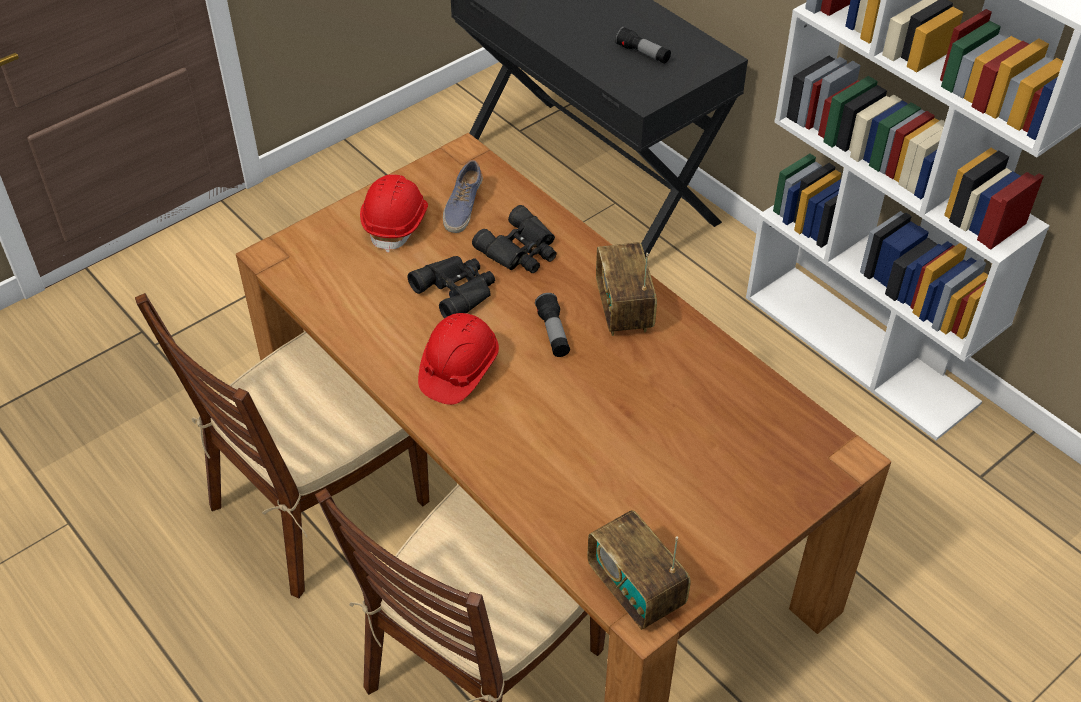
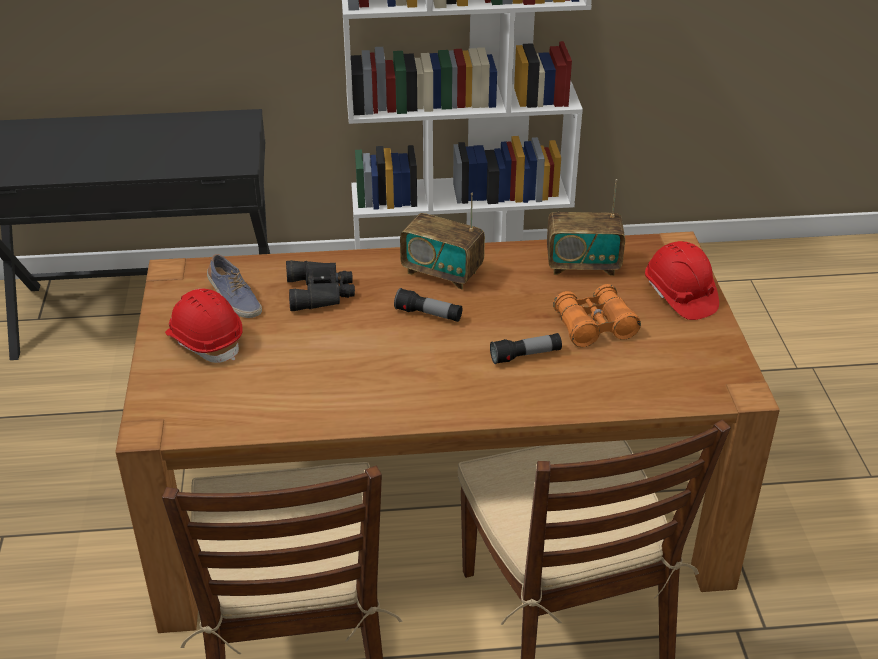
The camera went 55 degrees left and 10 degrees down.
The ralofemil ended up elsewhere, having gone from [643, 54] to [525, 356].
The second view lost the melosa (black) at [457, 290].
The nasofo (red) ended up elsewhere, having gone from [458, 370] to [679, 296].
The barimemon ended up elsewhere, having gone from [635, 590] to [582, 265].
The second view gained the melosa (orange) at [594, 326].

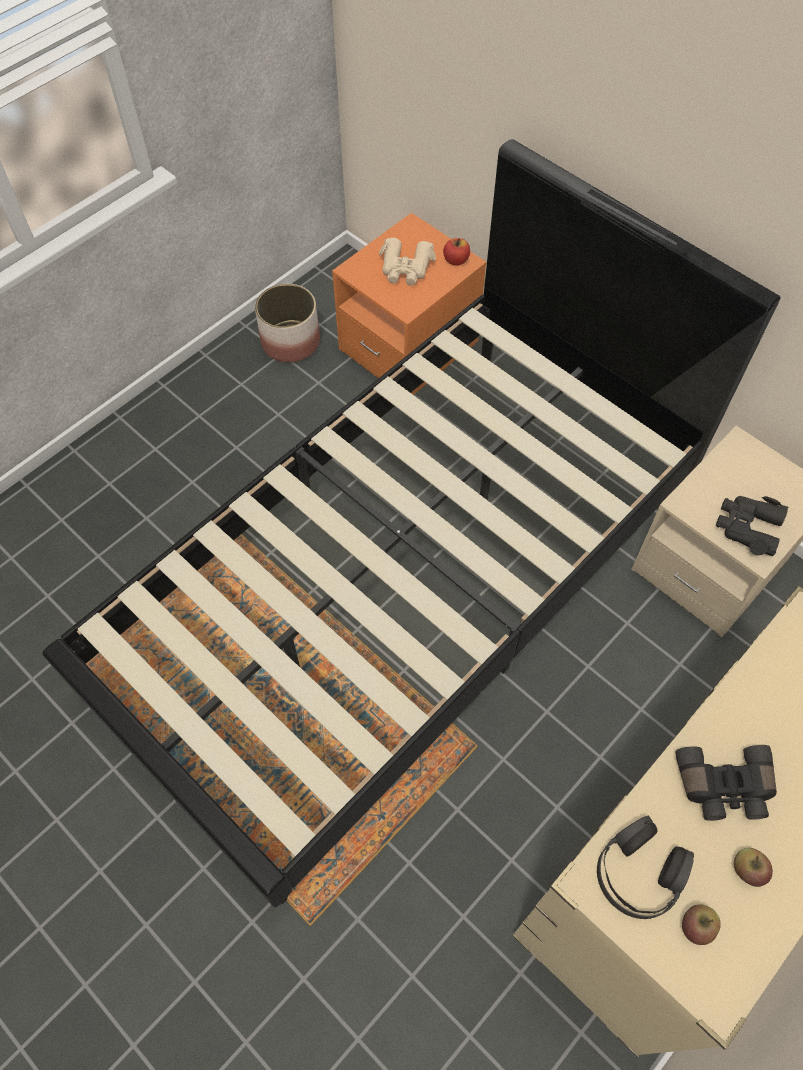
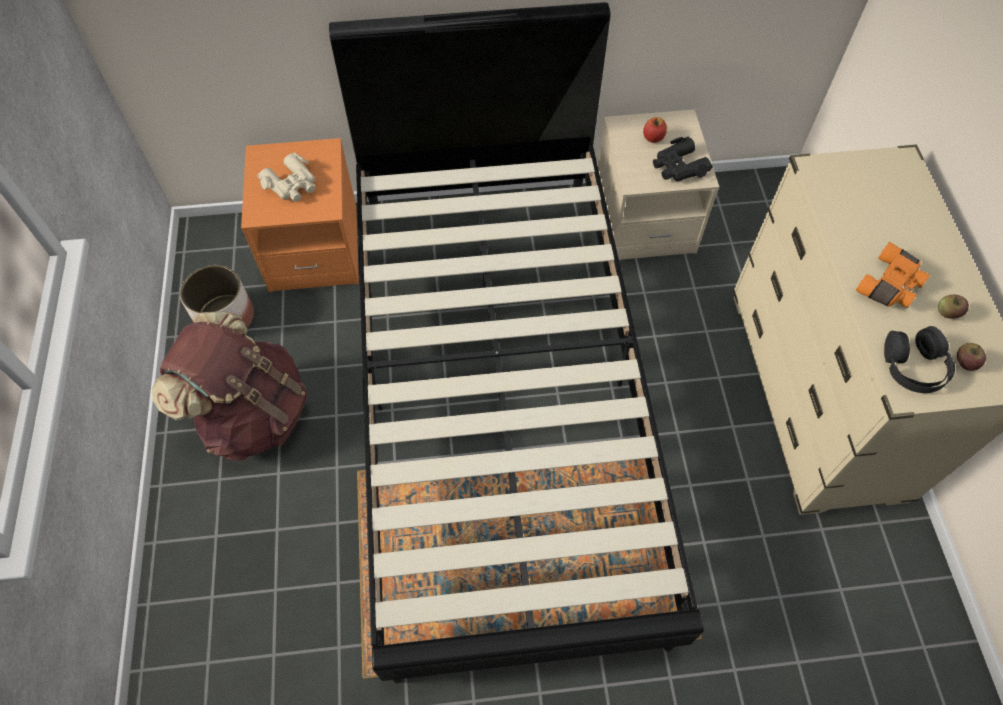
The camera went 50 degrees left and 0 degrees up.
The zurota ended up elsewhere, having gone from [456, 260] to [653, 138].
What was the melosa (black) at [724, 788] turned into the melosa (orange) at [890, 286].
The second view gained the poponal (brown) at [253, 414].

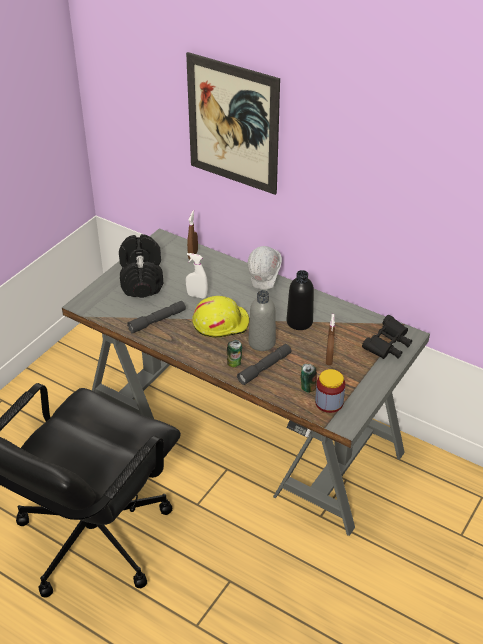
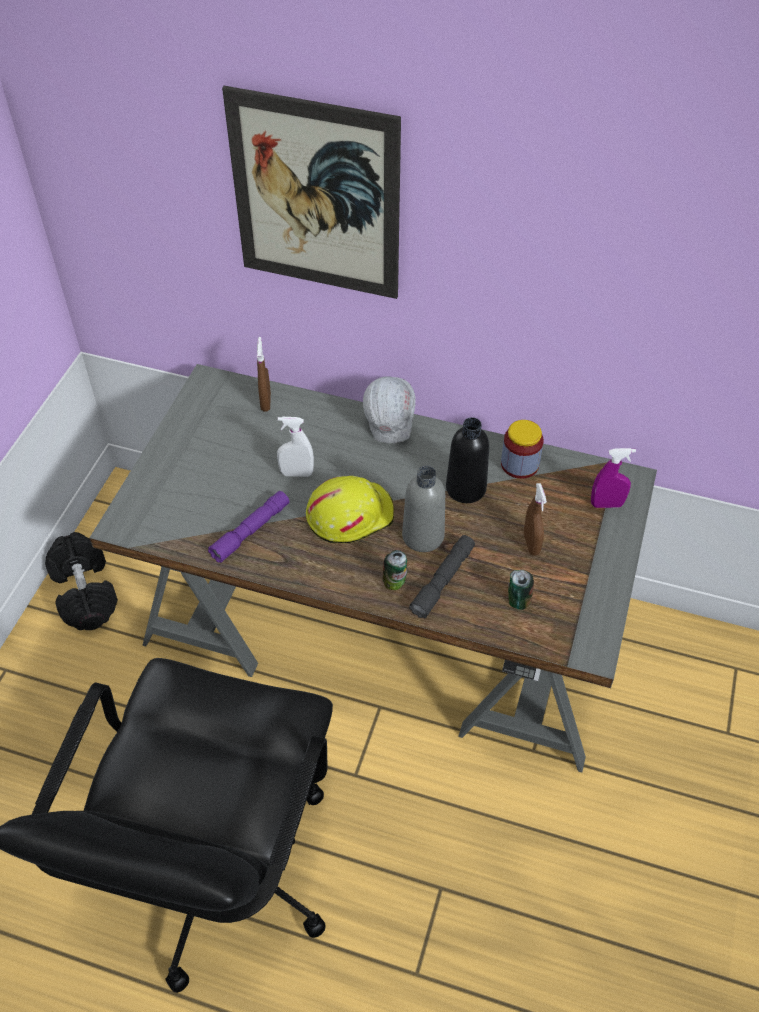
The camera went 15 degrees left and 10 degrees up.
The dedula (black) ended up elsewhere, having gone from [142, 278] to [86, 593].
What was the ralofemil (grey) at [157, 321] turned into the ralofemil (purple) at [250, 531].
Where the melosa (black) stood at [387, 346], the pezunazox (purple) came to stand at [606, 504].
The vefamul ended up elsewhere, having gone from [329, 402] to [519, 464].

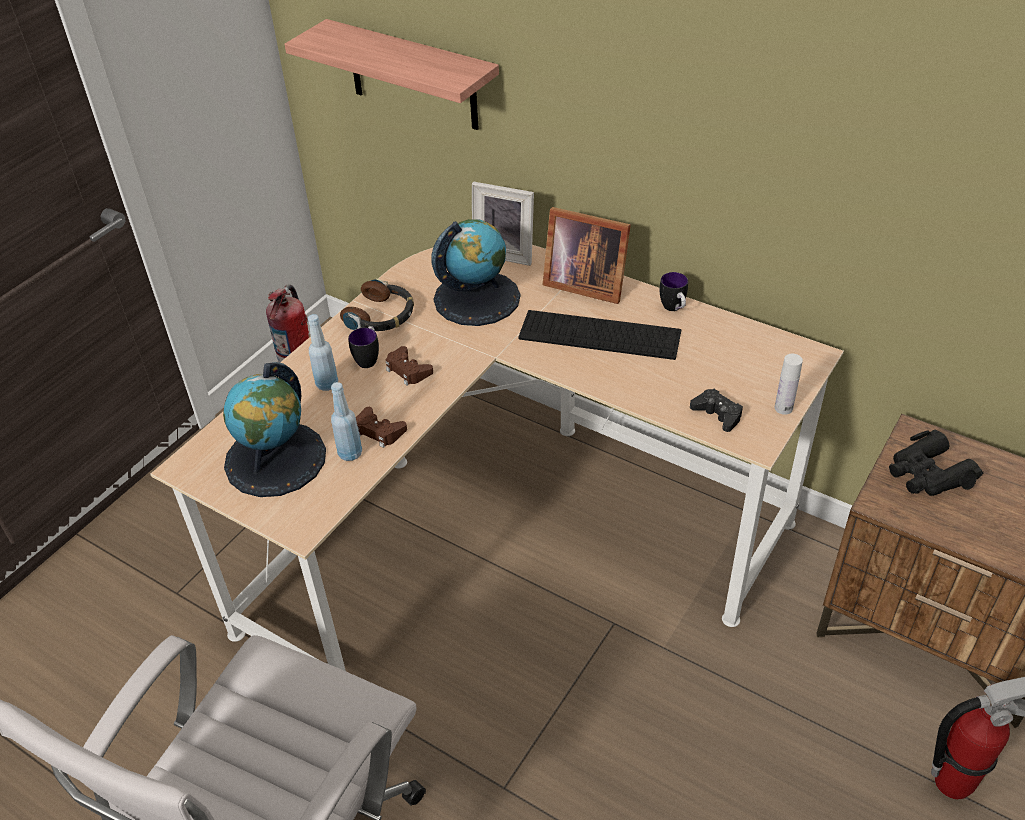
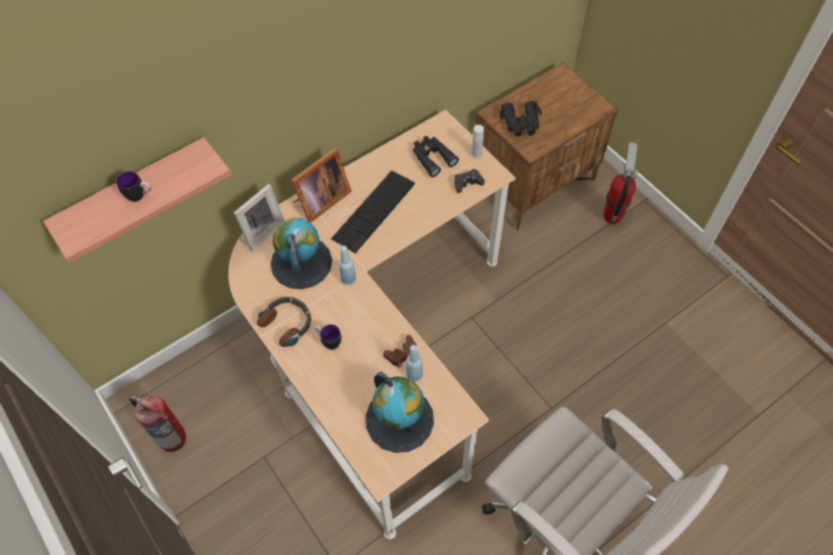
The camera went 70 degrees left and 15 degrees up.
The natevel ended up elsewhere, having gone from [674, 309] to [140, 196].
The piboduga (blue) ended up elsewhere, having gone from [327, 384] to [348, 279].
The second view lost the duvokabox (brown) at [408, 370].
The second view gained the melosa (black) at [432, 158].

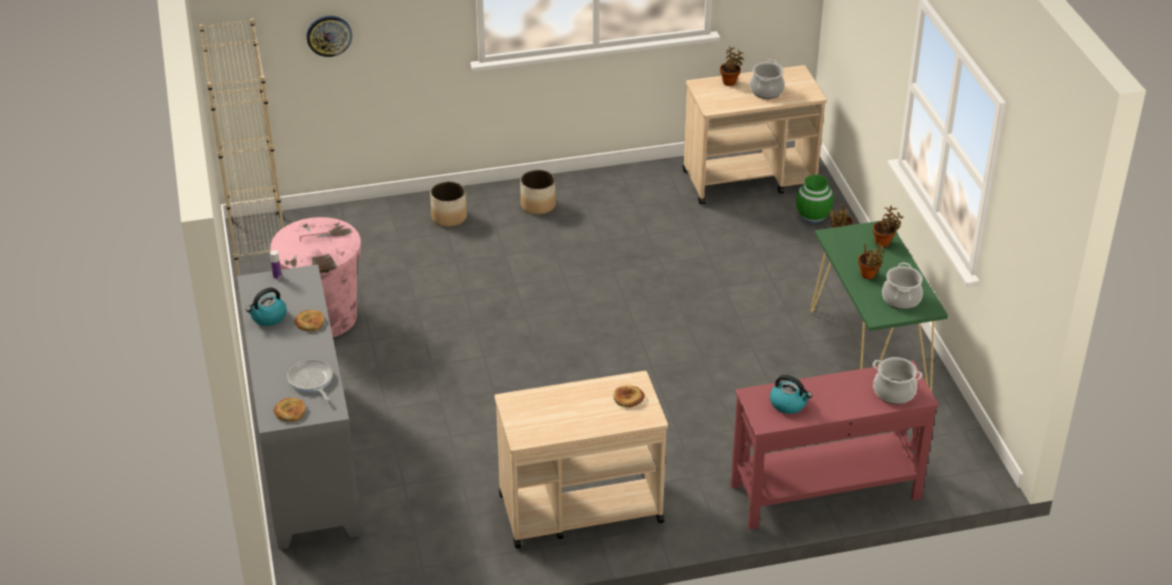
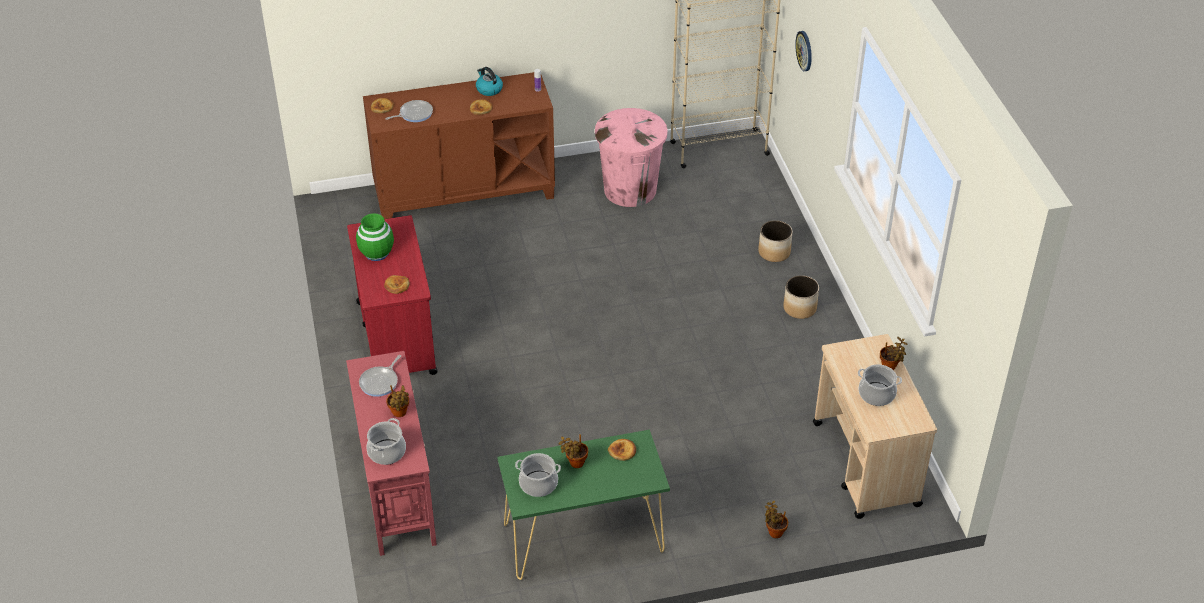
The camera went 90 degrees right and 5 degrees up.
The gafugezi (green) ended up elsewhere, having gone from [813, 216] to [376, 253].
The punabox ended up elsewhere, having gone from [884, 242] to [399, 413].
What was the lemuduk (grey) at [304, 460] turned into the lemuduk (brown) at [464, 192].
What was the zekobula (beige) at [579, 508] turned into the zekobula (red) at [396, 337].
Where the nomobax stood at [789, 404], the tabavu came to stand at [380, 382].
The second view gained the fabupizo at [622, 451].

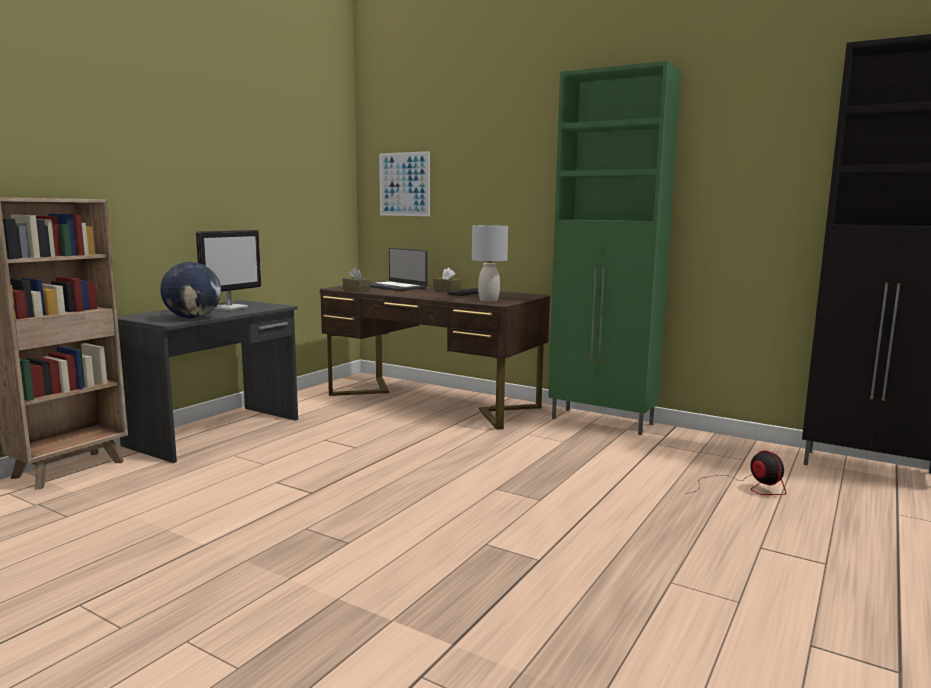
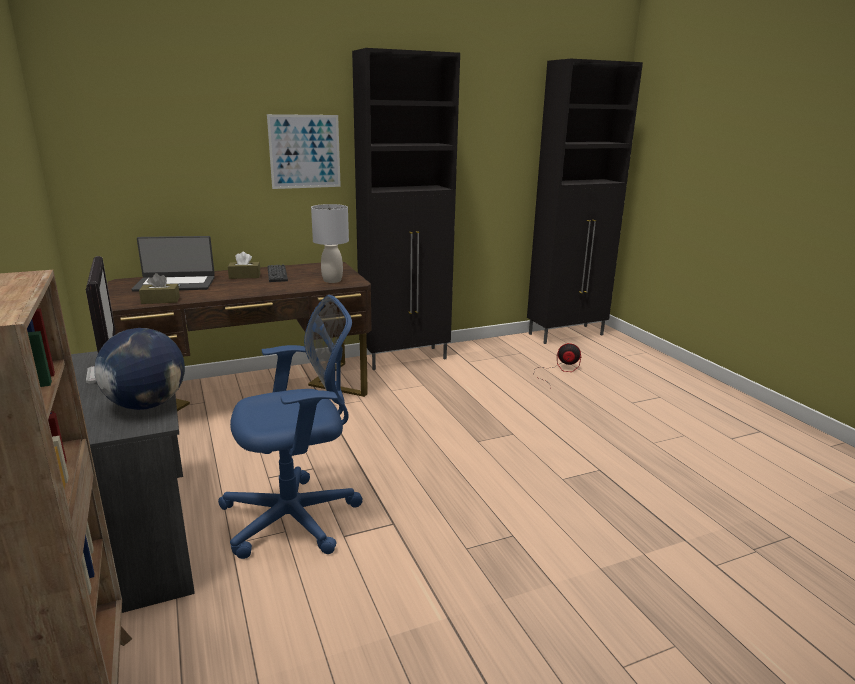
The camera went 55 degrees left and 10 degrees up.
What was the lemuduk (green) at [603, 422] turned into the lemuduk (black) at [406, 358].
The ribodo ended up elsewhere, having gone from [404, 184] to [305, 151].
The second view gained the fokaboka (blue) at [297, 517].

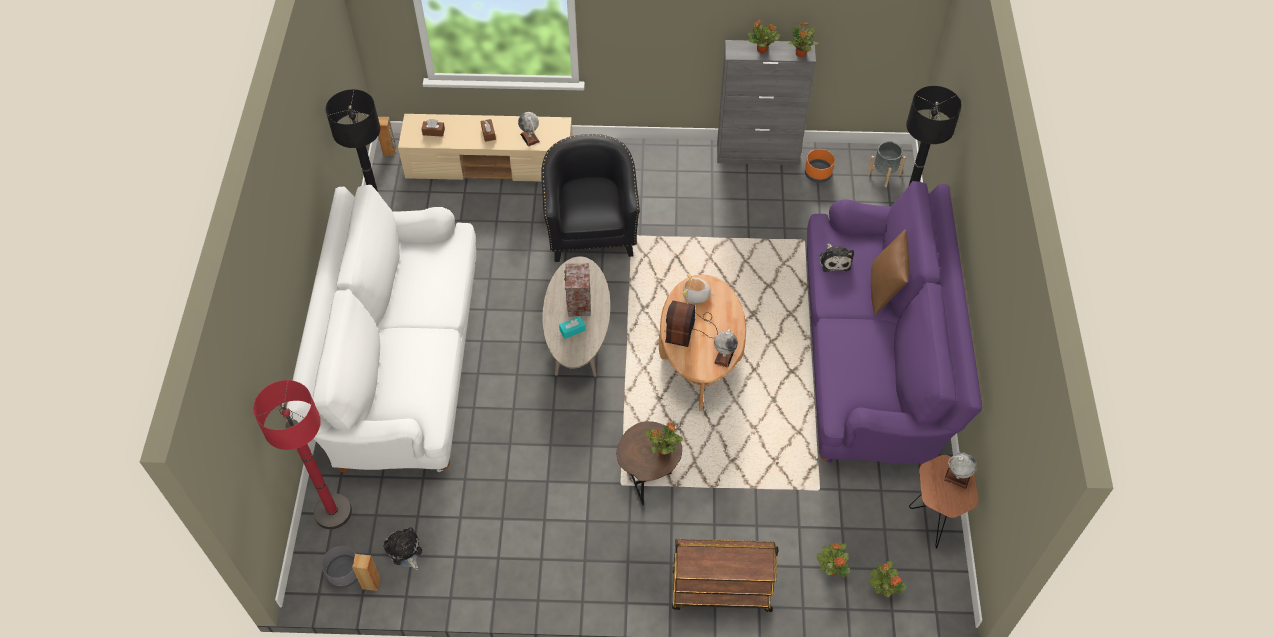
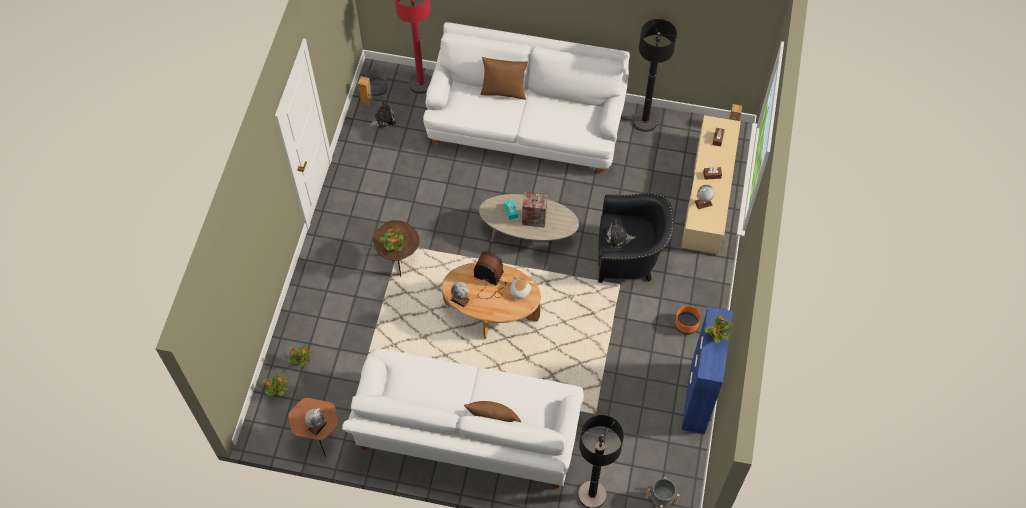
The camera went 100 degrees right and 5 degrees up.
The second view lost the punabox at [800, 54].
What was the lemuduk (grey) at [758, 154] turned into the lemuduk (blue) at [697, 398].
The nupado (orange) ended up elsewhere, having gone from [818, 174] to [686, 325].
What was the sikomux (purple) at [872, 358] turned into the sikomux (white) at [467, 436].
The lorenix ended up elsewhere, having gone from [834, 260] to [618, 238].
The second view lost the zekobula (brown) at [720, 592].
The second view gained the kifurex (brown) at [504, 91].

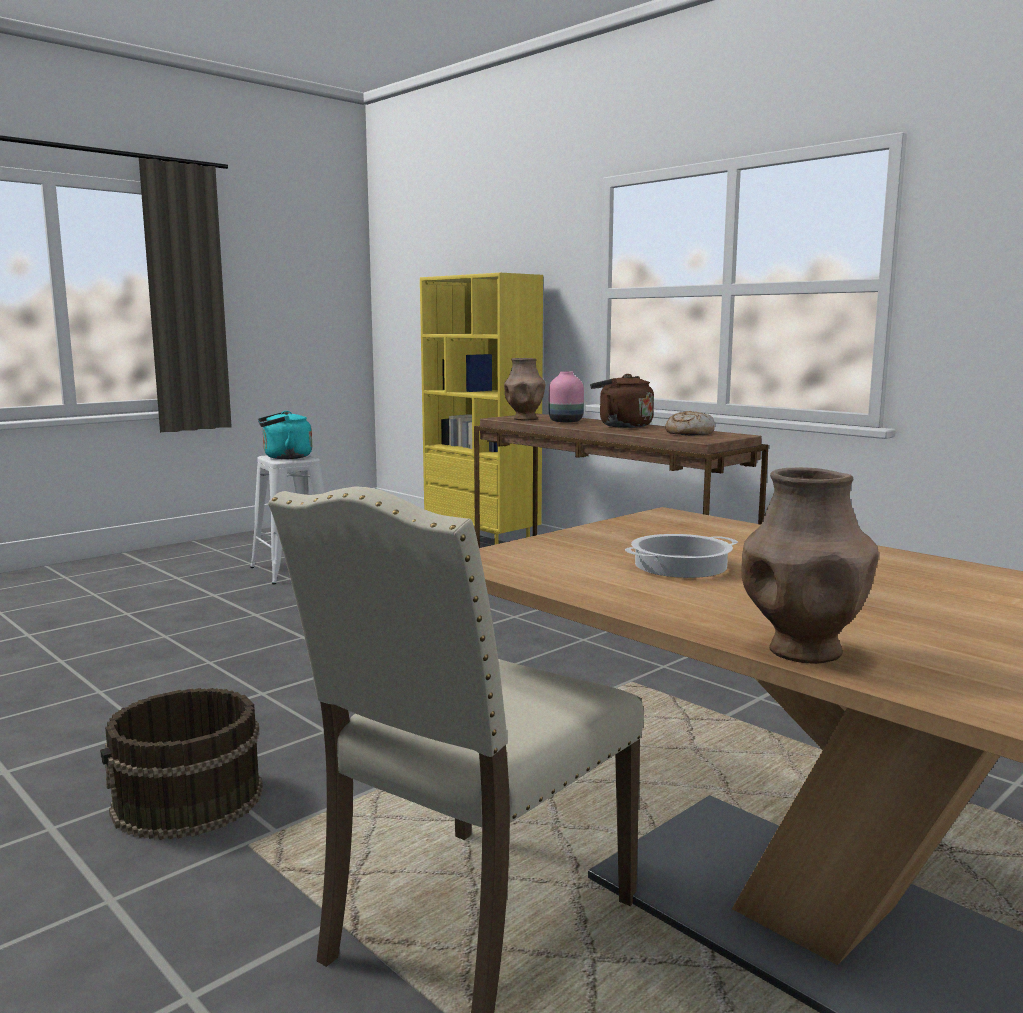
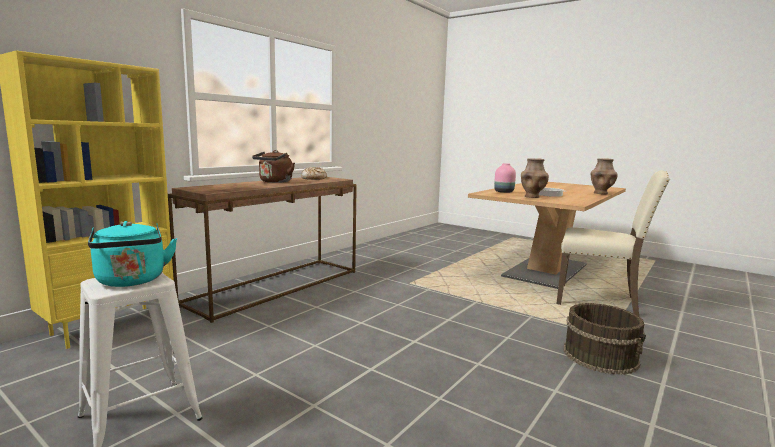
The camera went 100 degrees left and 0 degrees up.
The gafugezi (brown) ended up elsewhere, having gone from [524, 419] to [532, 197].
The gafugezi (pink) ended up elsewhere, having gone from [566, 421] to [503, 192].

